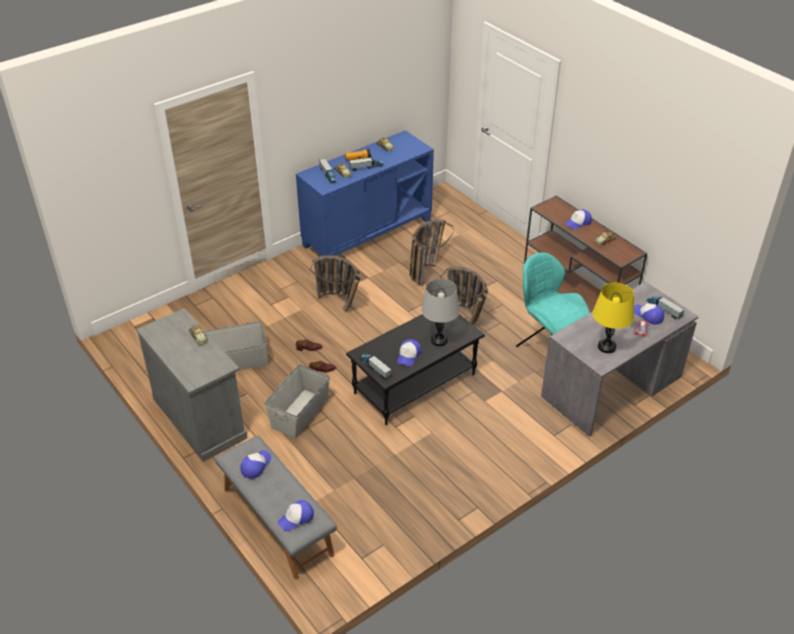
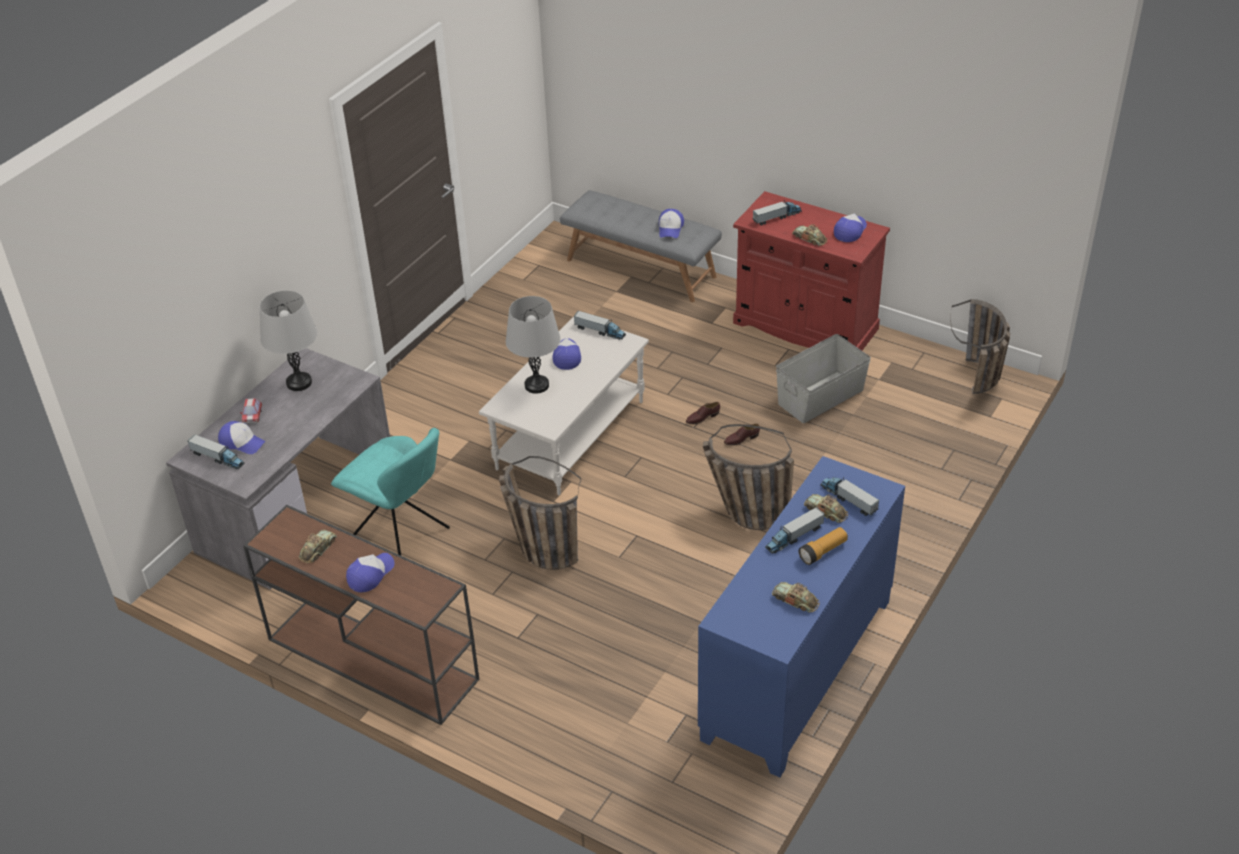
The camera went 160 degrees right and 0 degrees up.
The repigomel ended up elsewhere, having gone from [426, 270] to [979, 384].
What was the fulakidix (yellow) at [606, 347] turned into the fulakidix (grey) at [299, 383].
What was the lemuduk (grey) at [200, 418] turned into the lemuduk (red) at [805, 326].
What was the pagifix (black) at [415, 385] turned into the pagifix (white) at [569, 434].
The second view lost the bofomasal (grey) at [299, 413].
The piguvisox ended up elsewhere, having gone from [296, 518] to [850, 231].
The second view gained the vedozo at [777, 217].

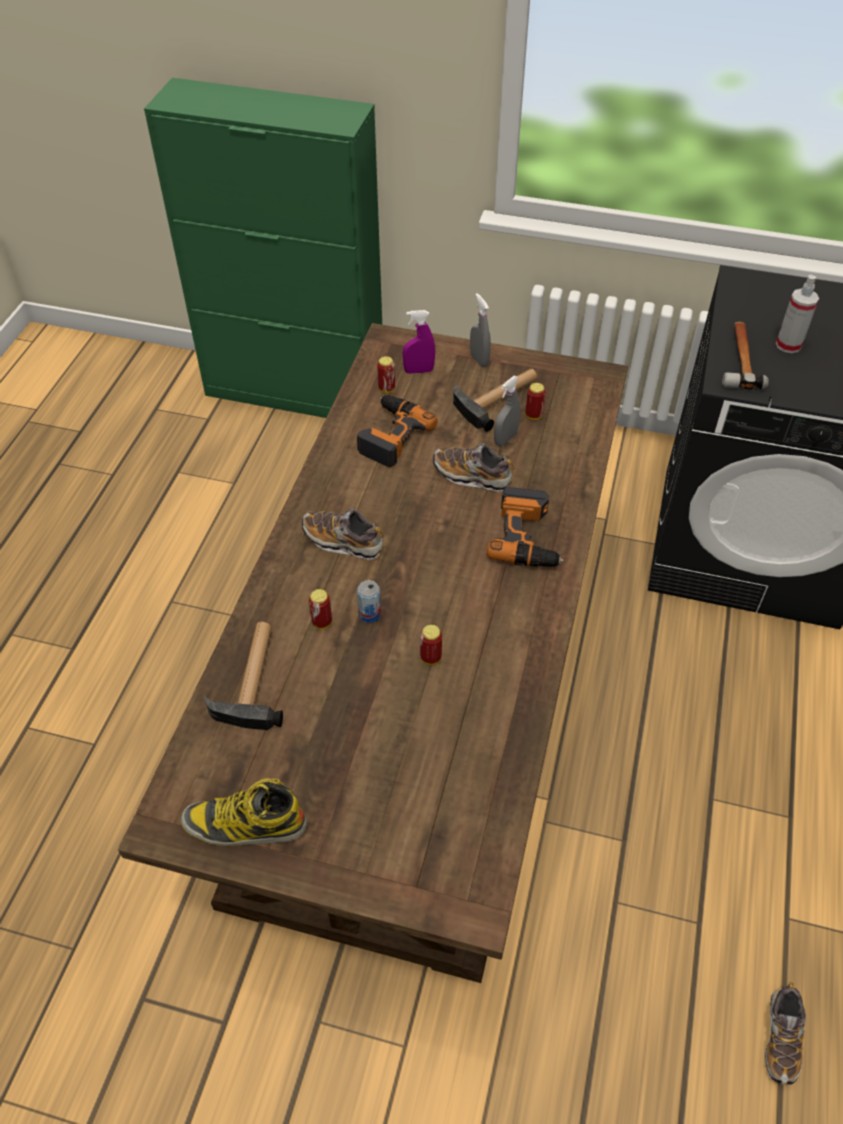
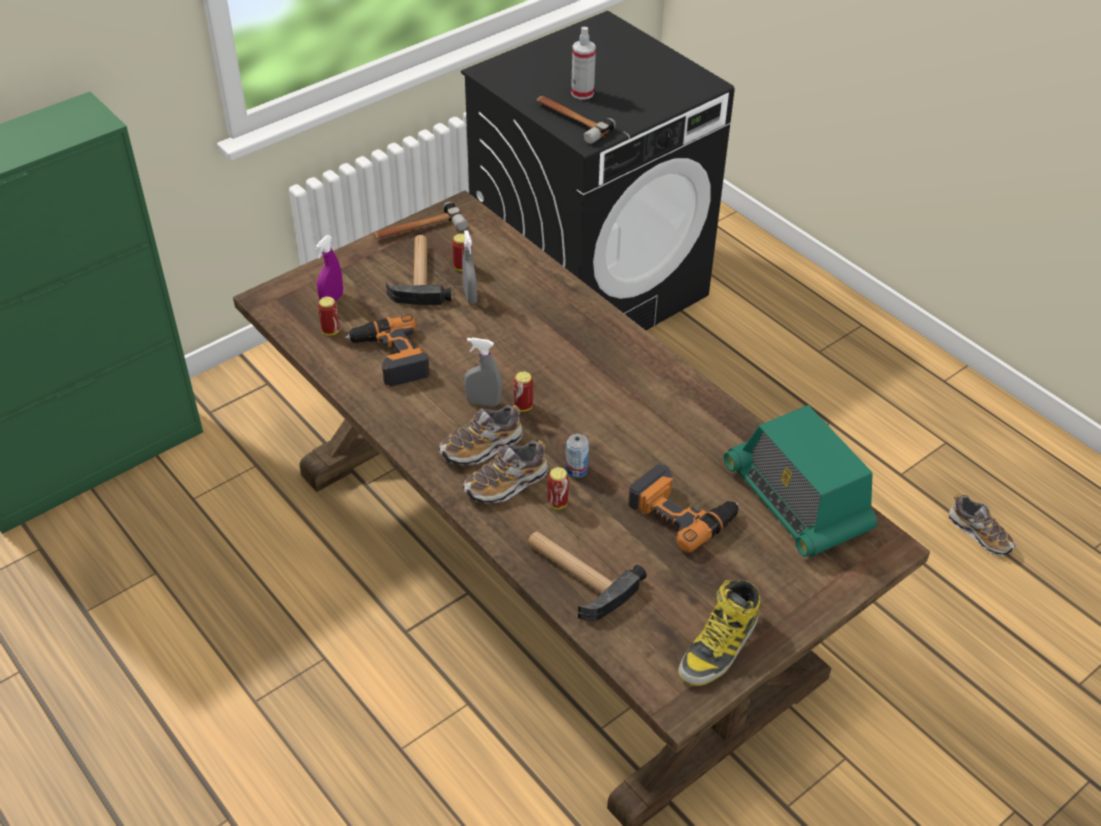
The camera went 55 degrees left and 5 degrees down.
The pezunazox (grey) ended up elsewhere, having gone from [479, 359] to [483, 402].
The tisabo ended up elsewhere, having gone from [472, 475] to [506, 484].
The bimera ended up elsewhere, having gone from [527, 537] to [682, 512].
The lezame ended up elsewhere, having gone from [430, 658] to [523, 406].
The second view gained the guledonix at [418, 230].
The second view gained the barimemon at [797, 500].

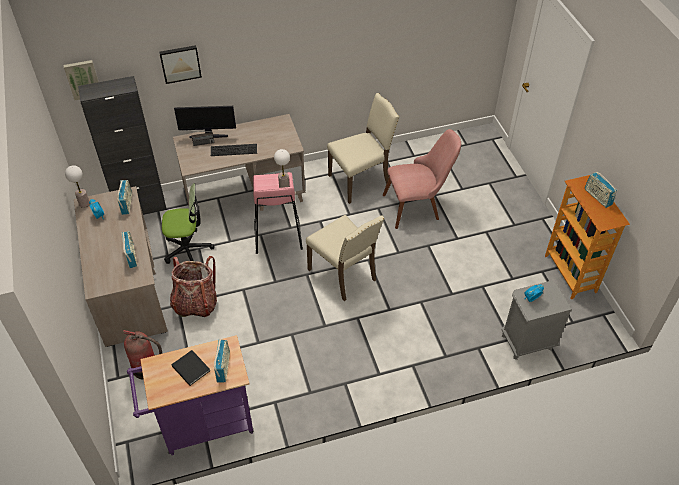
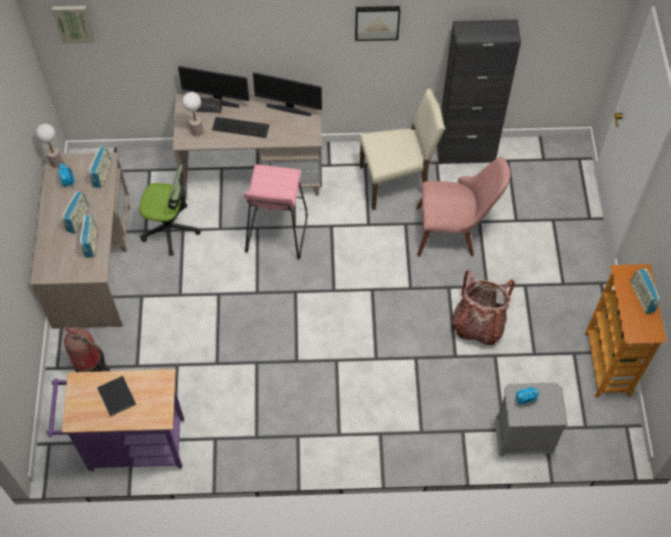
The camera went 15 degrees right and 10 degrees up.
The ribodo ended up elsewhere, having gone from [180, 63] to [377, 21].
The lemuduk (black) ended up elsewhere, having gone from [141, 207] to [465, 153].
The fulakidix ended up elsewhere, having gone from [284, 187] to [197, 131].
The second view lost the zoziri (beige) at [344, 274].
The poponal ended up elsewhere, having gone from [195, 303] to [478, 324].
The barimemon ended up elsewhere, having gone from [223, 367] to [78, 218].
The second view gained the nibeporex at [289, 109].

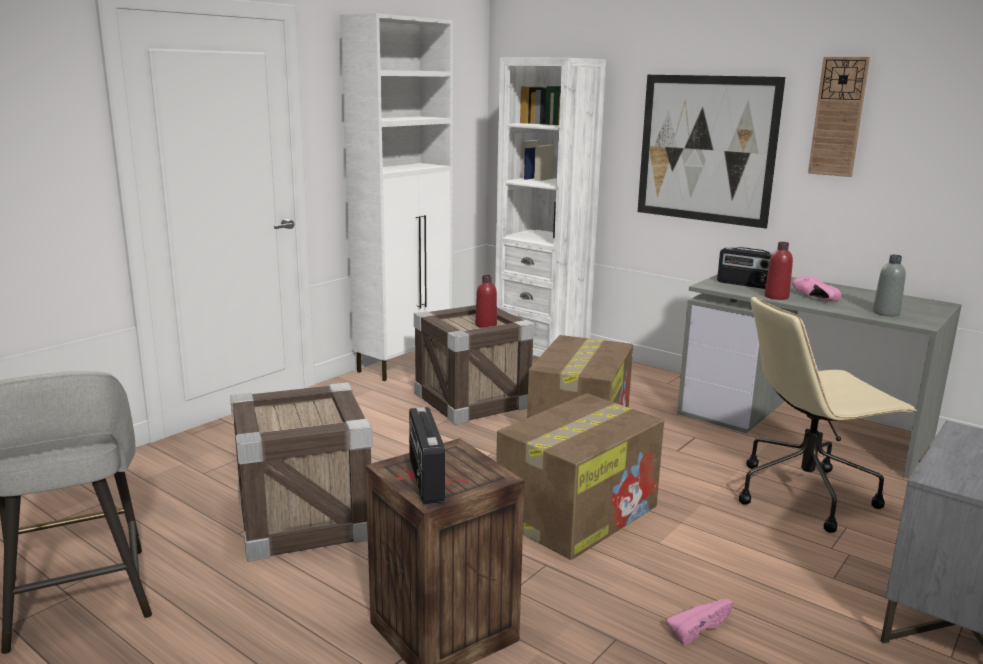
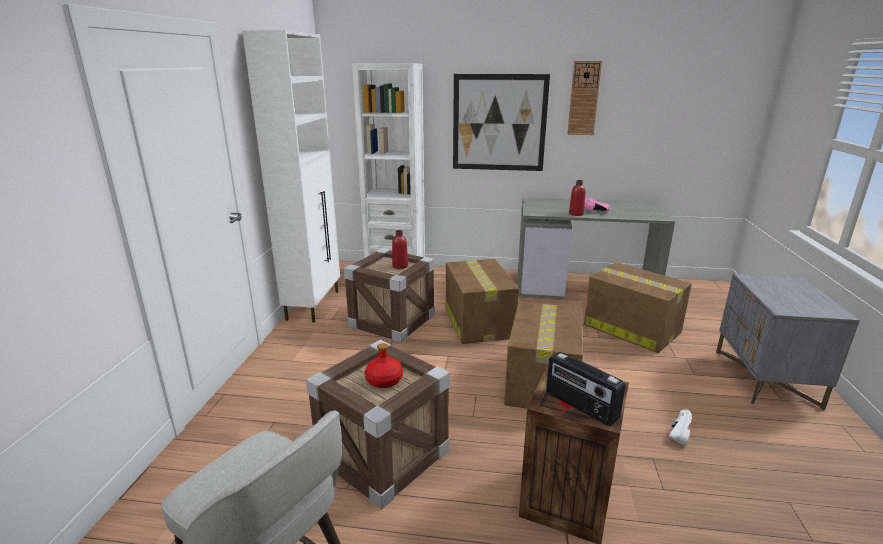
The camera went 30 degrees left and 5 degrees up.
The second view lost the barimemon at [746, 285].
The second view lost the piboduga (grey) at [886, 313].
Where the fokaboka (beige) stood at [805, 494], the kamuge came to stand at [630, 328].
What was the tisabo (pink) at [697, 627] turned into the tisabo (white) at [677, 432].
The second view gained the piboduga (red) at [384, 380].

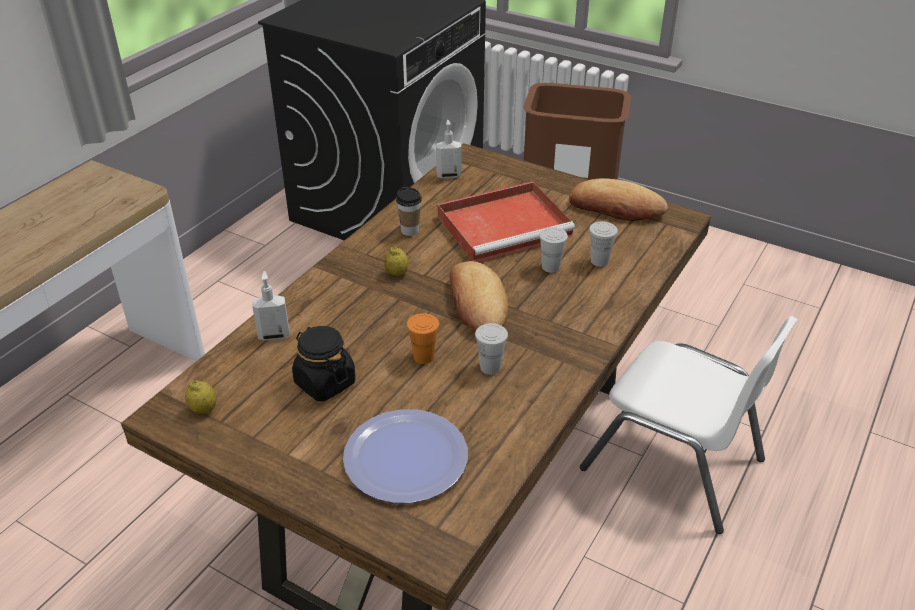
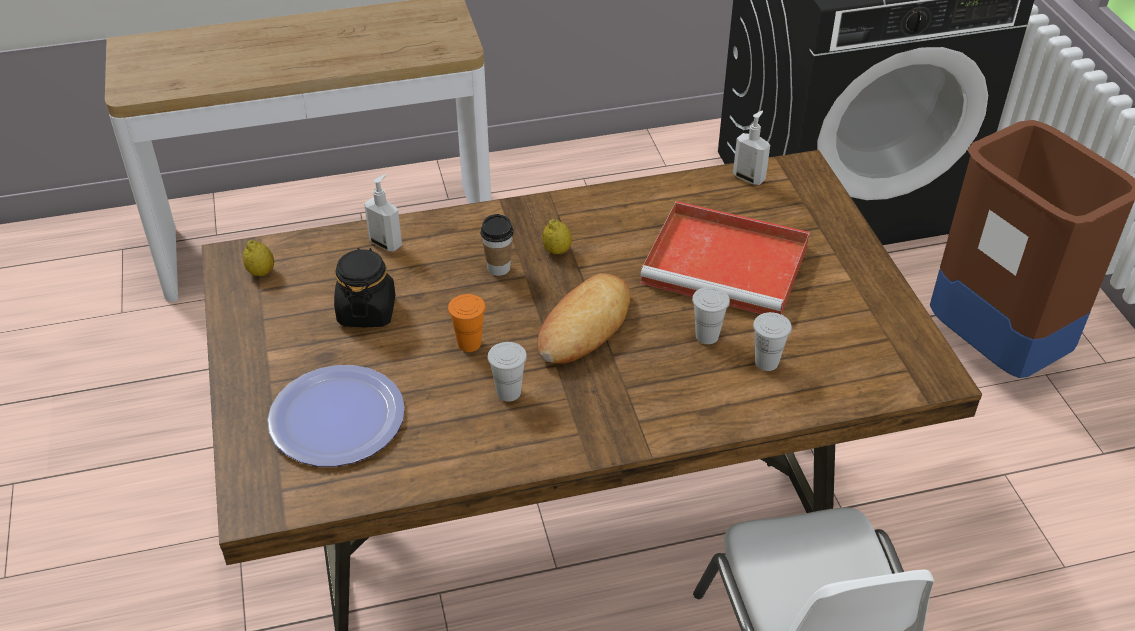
The camera went 45 degrees right and 5 degrees up.
The second view lost the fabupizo at [616, 207].
The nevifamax ended up elsewhere, having gone from [410, 231] to [498, 268].

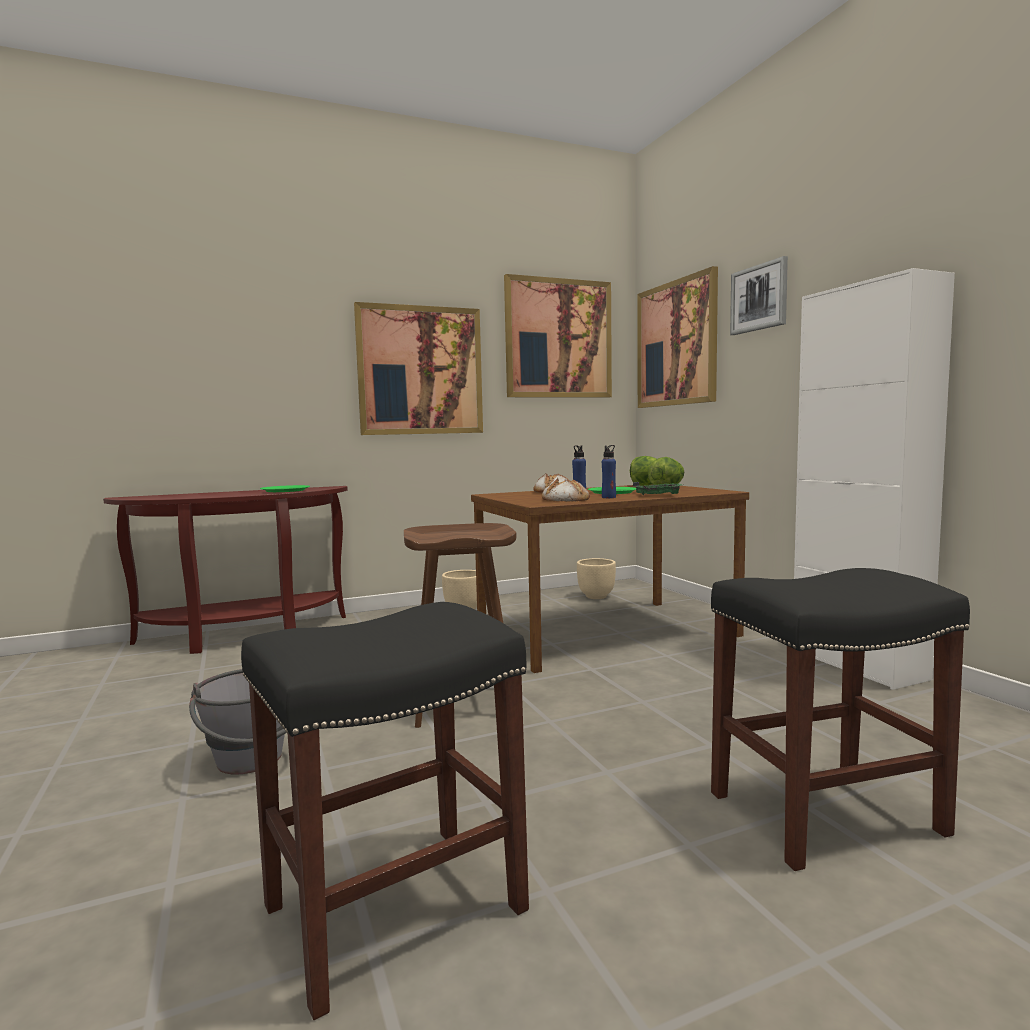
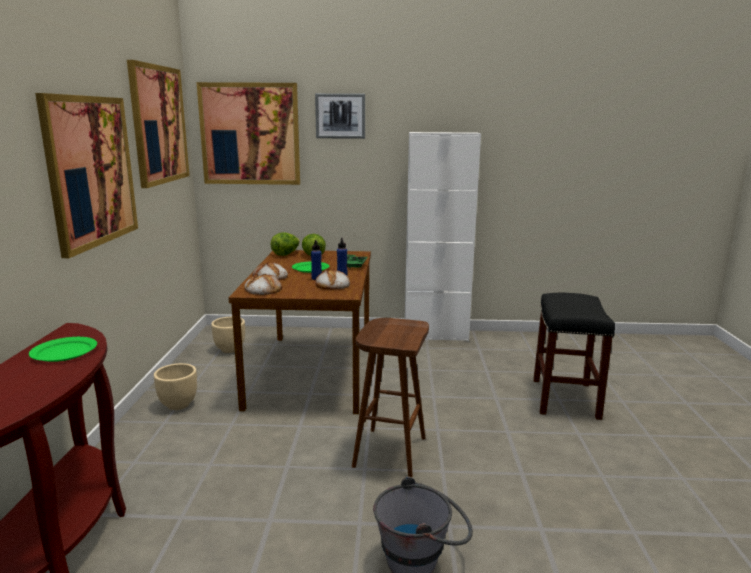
The camera went 65 degrees left and 10 degrees up.
The second view lost the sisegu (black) at [392, 910].
The second view gained the fabupizo at [262, 289].

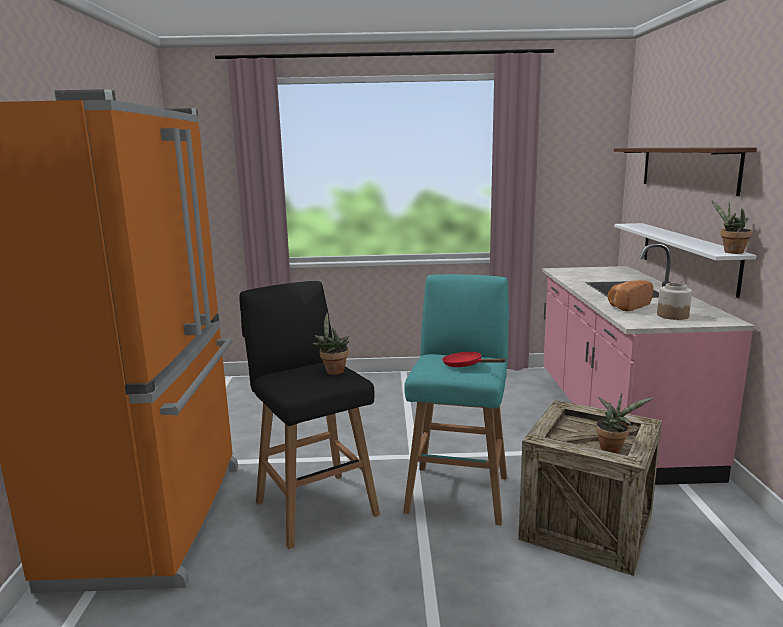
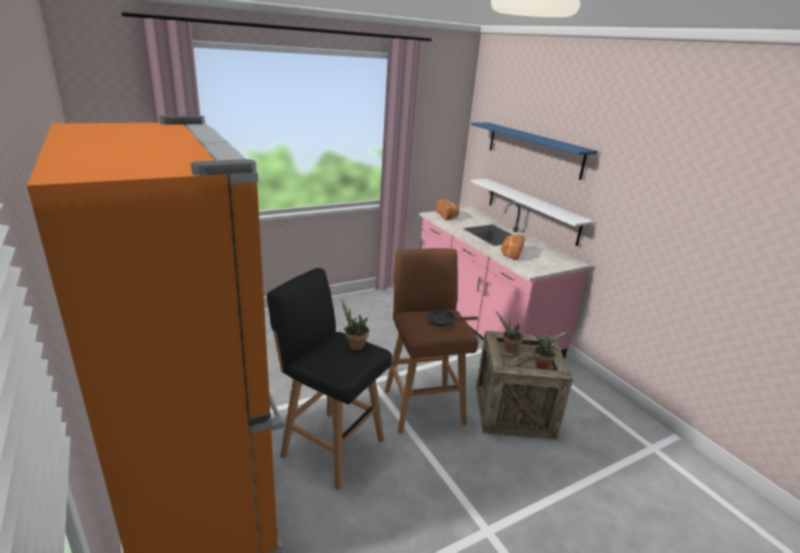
The camera went 30 degrees left and 10 degrees up.
What was the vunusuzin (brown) at [687, 168] turned into the vunusuzin (blue) at [533, 149].
The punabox ended up elsewhere, having gone from [730, 252] to [508, 348].
What was the sisegu (turquoise) at [458, 491] turned into the sisegu (brown) at [422, 405].
The second view lost the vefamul at [672, 315].
What was the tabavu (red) at [466, 366] turned into the tabavu (black) at [443, 322].
The second view gained the fabupizo at [447, 216].

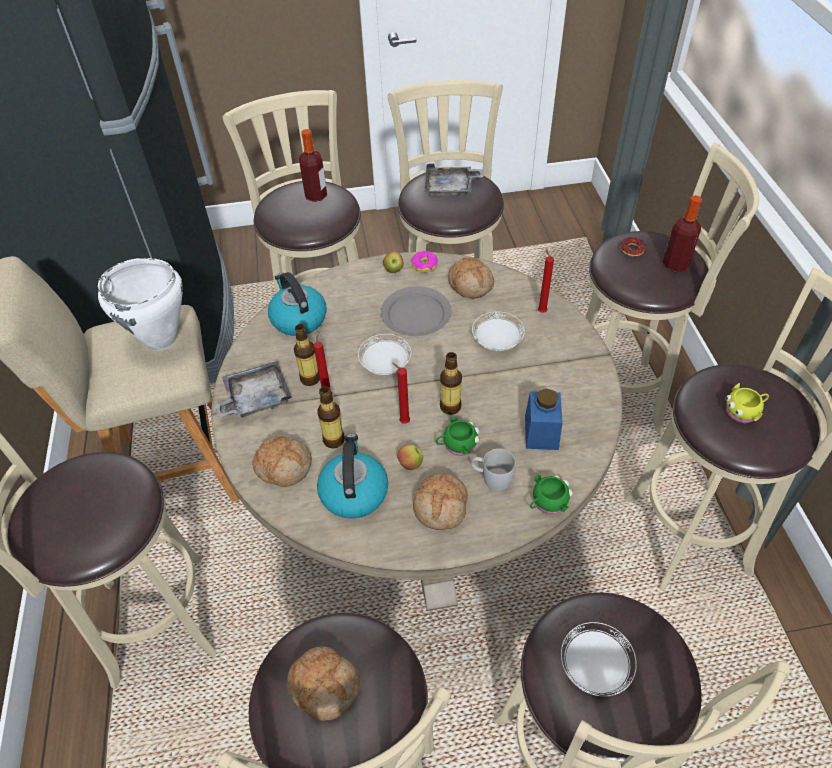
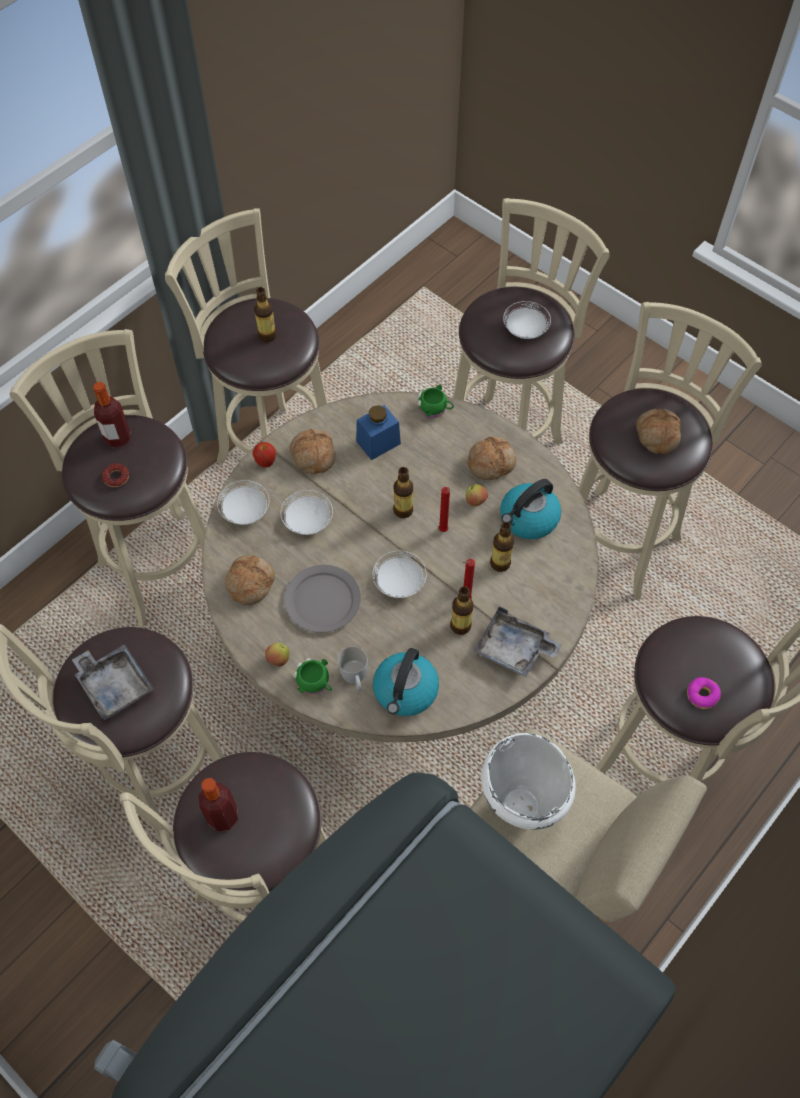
The camera went 130 degrees left and 10 degrees up.
Where the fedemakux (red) stood at [541, 311], the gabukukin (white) came to stand at [245, 511].
The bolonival ended up elsewhere, having gone from [424, 265] to [702, 695].
Where the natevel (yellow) stood at [743, 411], the piboduga came to stand at [267, 335].
The natevel (green) ended up elsewhere, having gone from [457, 445] to [315, 683].
The fabupizo ended up elsewhere, having gone from [284, 466] to [312, 456].
The natevel (white) ended up elsewhere, having gone from [491, 478] to [355, 677].
The second view gained the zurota at [266, 463].

